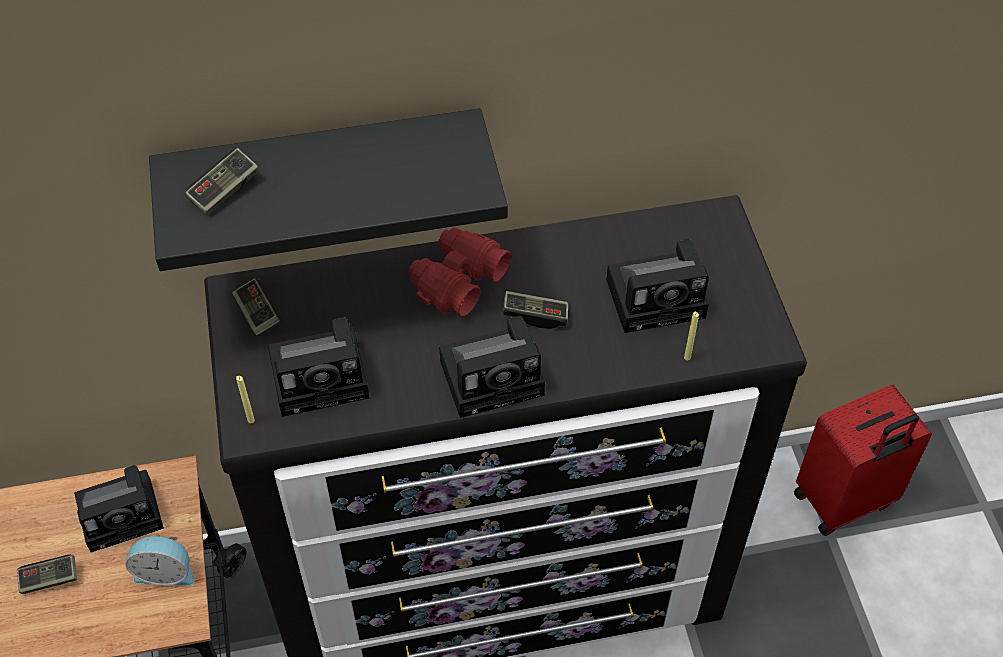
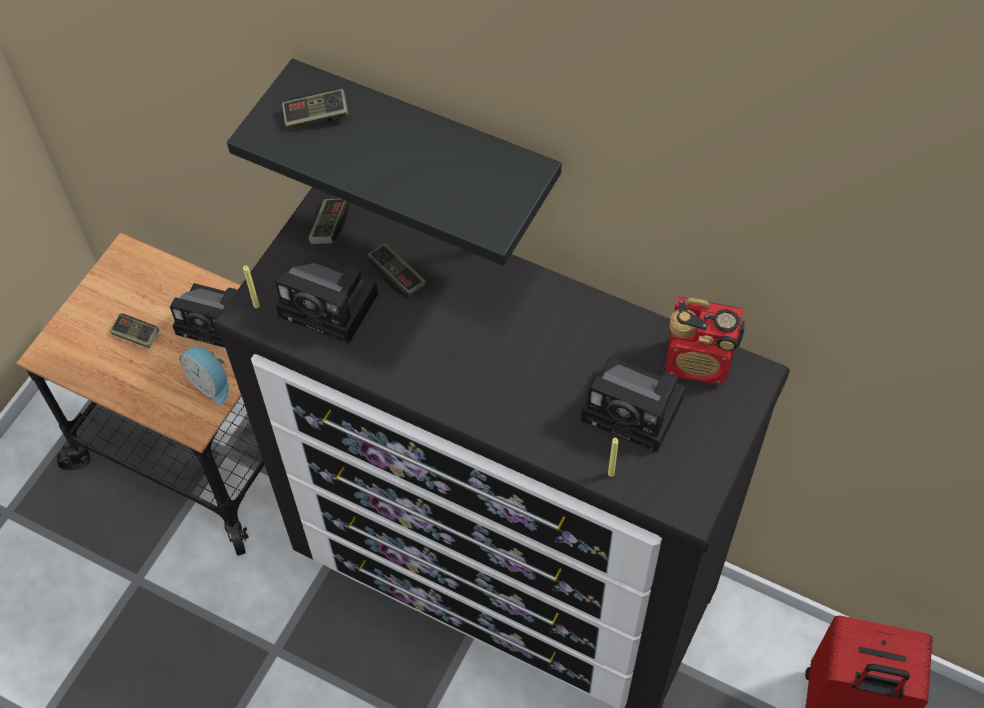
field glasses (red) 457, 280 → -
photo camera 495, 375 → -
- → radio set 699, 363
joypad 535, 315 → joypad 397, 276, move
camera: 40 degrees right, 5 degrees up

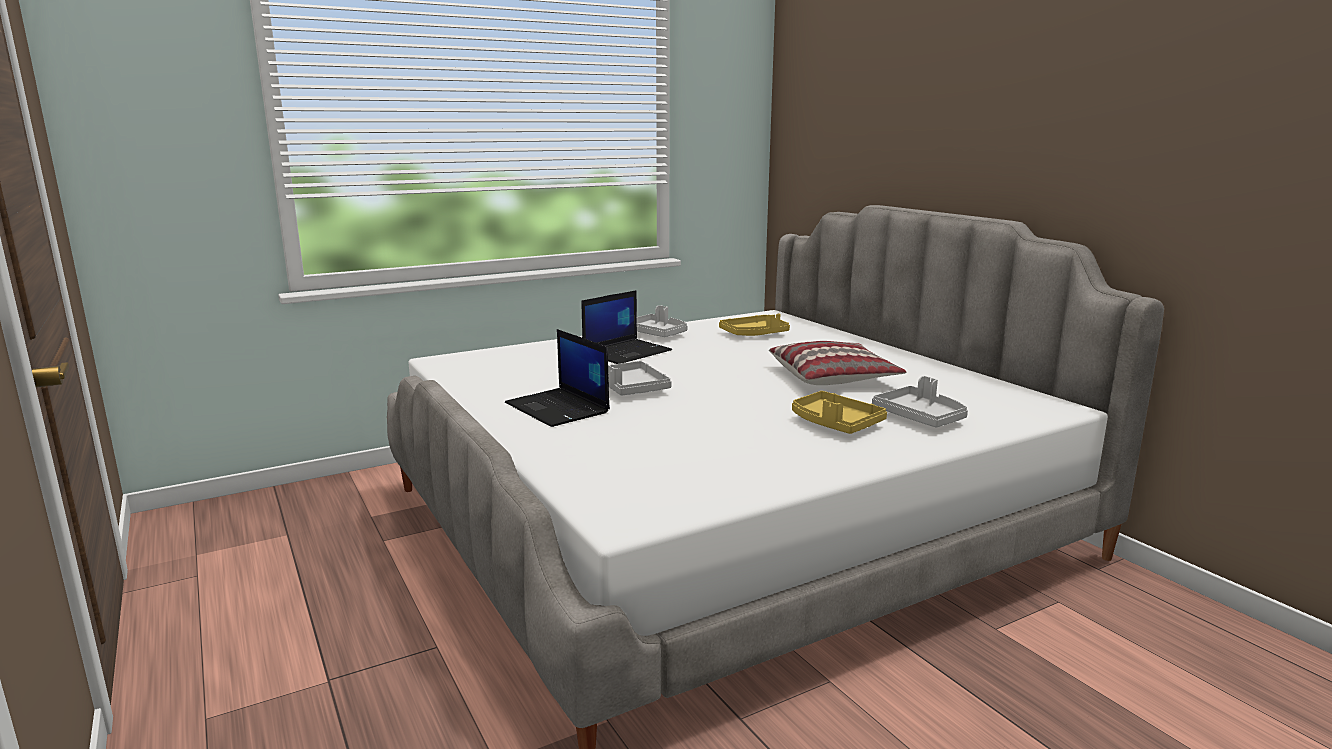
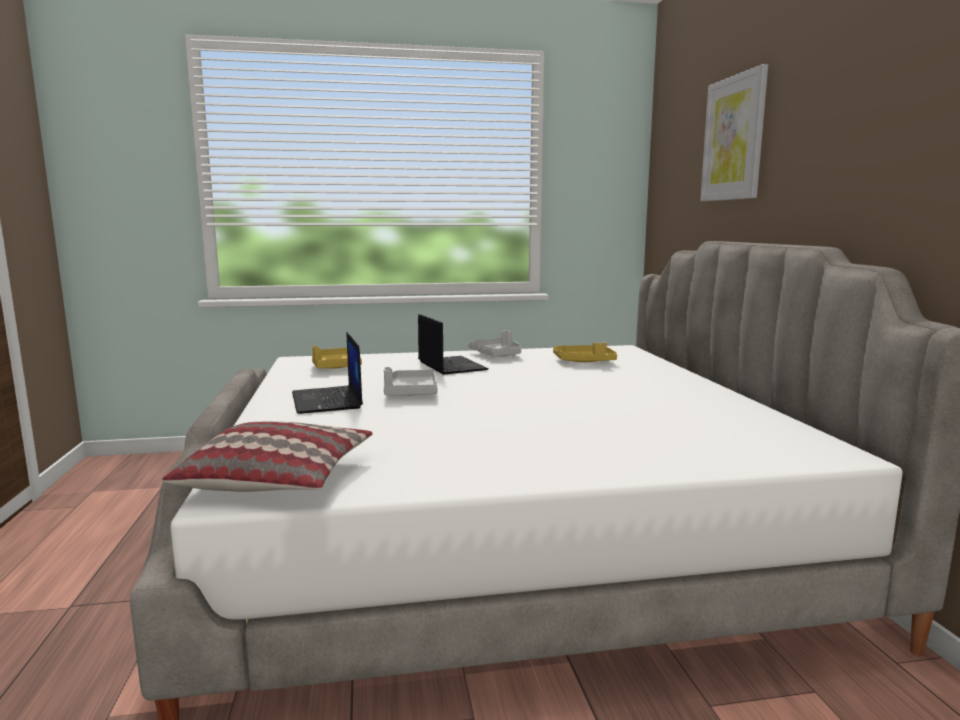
serving tray (greyish) 920, 417 → -
- → picture 734, 138
cushion 833, 377 → cushion 280, 478, move
serving tray (yellow-coloured) 835, 424 → serving tray (yellow-coloured) 334, 366, move
portable computer 627, 352 → portable computer 450, 366, 90 degrees counterclockwise
camera: 20 degrees right, 5 degrees down

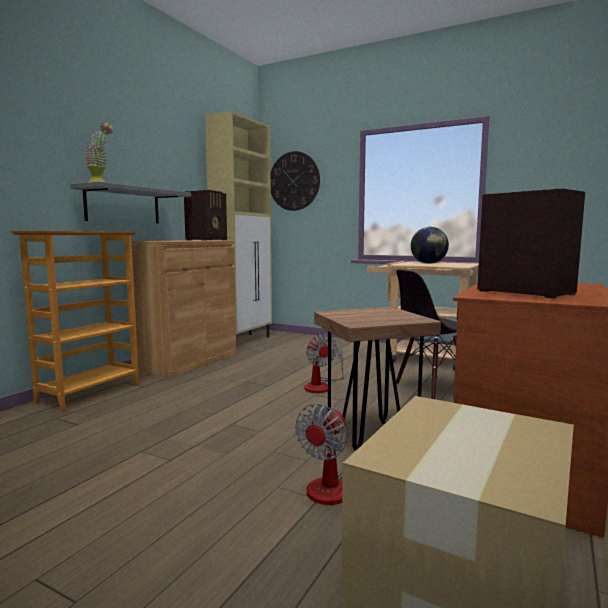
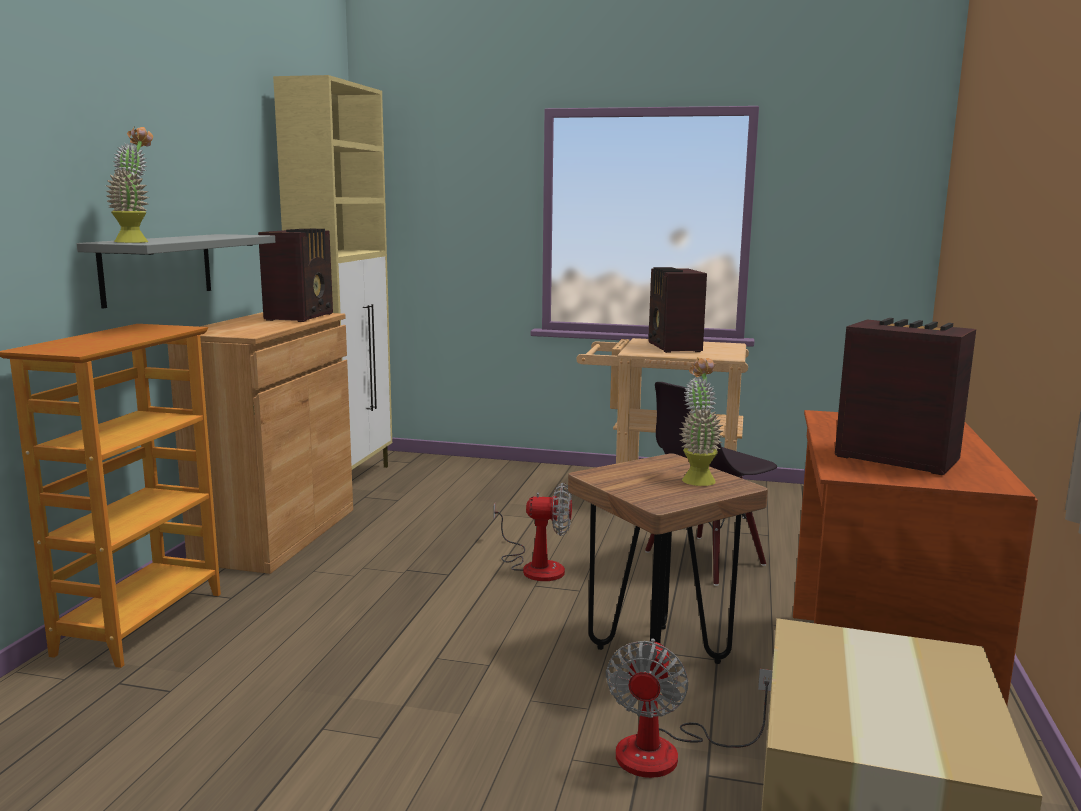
wall clock 294, 181 → -
- → potted plant 697, 478
desk globe 429, 263 → radio set 673, 347
cooling fan 321, 386 → cooling fan 535, 566, 45 degrees counterclockwise
camera: 15 degrees left, 5 degrees up

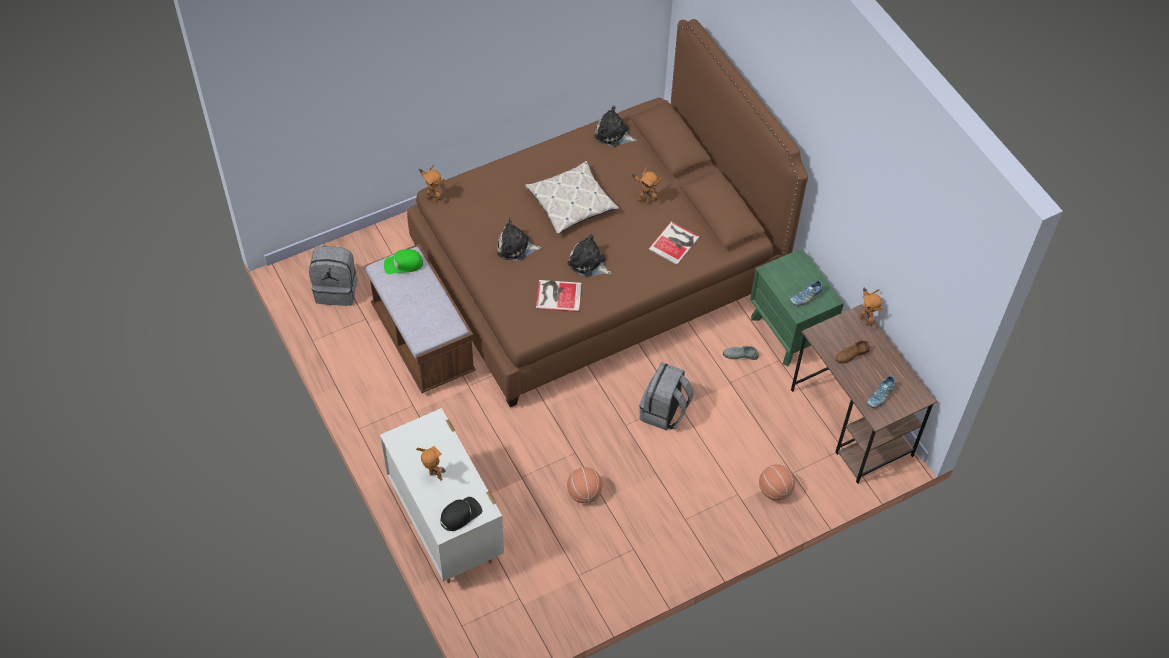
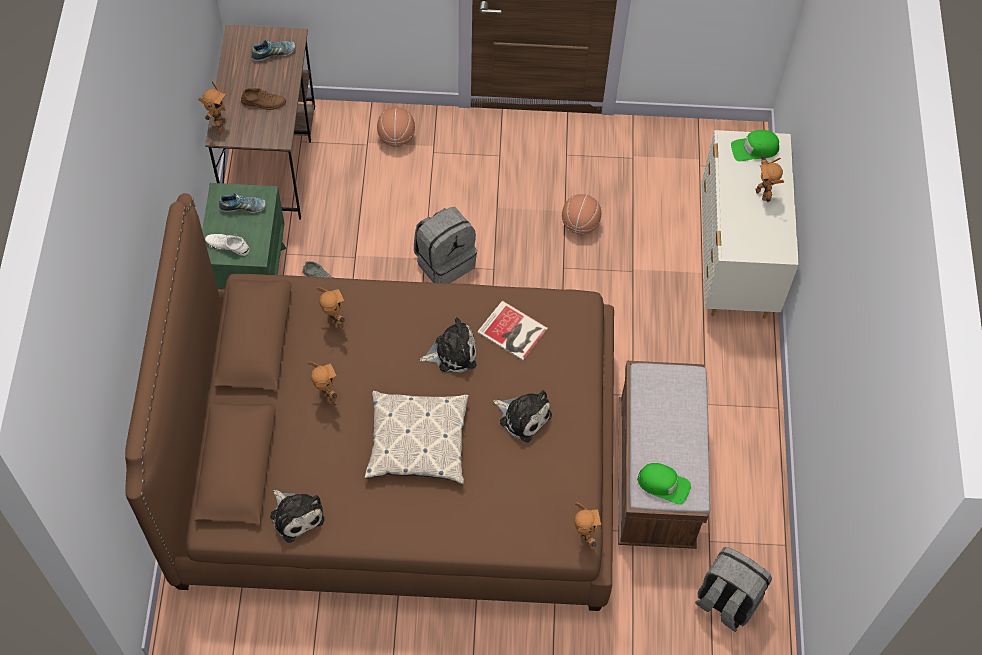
- → item of footwear (whitish) 227, 246
bound book 675, 243 → toy robot 335, 327
peaked cap (black) 460, 515 → peaked cap (greenish) 754, 149
soft toy 588, 263 → soft toy 452, 352, 75 degrees counterclockwise
camera: 150 degrees left, 5 degrees up

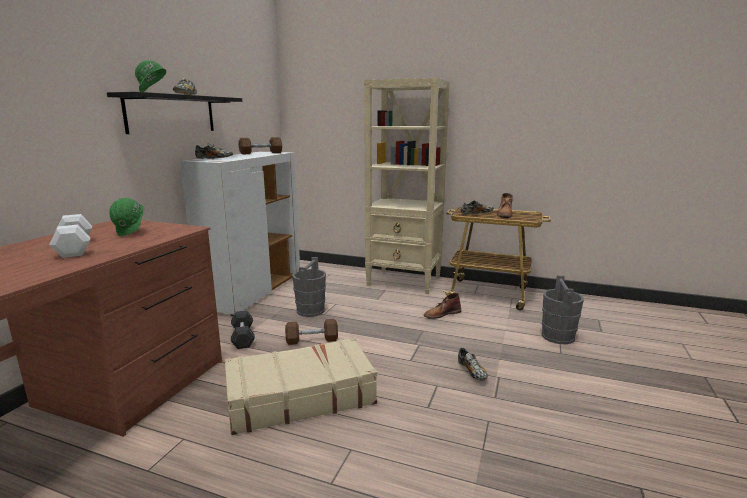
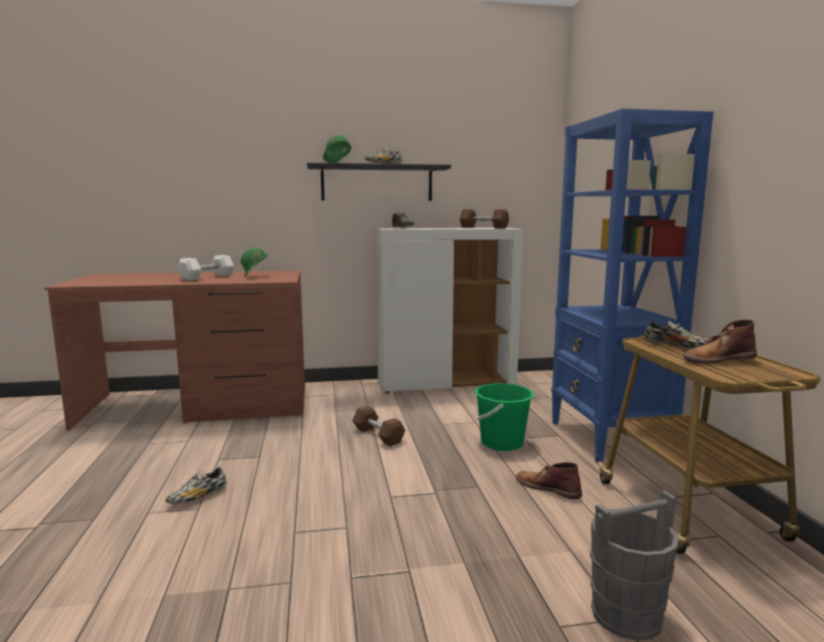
suitcase (beige-coloured) 299, 396 → -
dumbbell (greyish) 243, 337 → -
bucket (greyish) 310, 311 → -
- → bucket (greenish) 502, 443
item of footwear 472, 372 → item of footwear 198, 497, move
bookcase (beige-coloured) 404, 281 → bookcase (bluish) 609, 439
camera: 60 degrees right, 5 degrees down

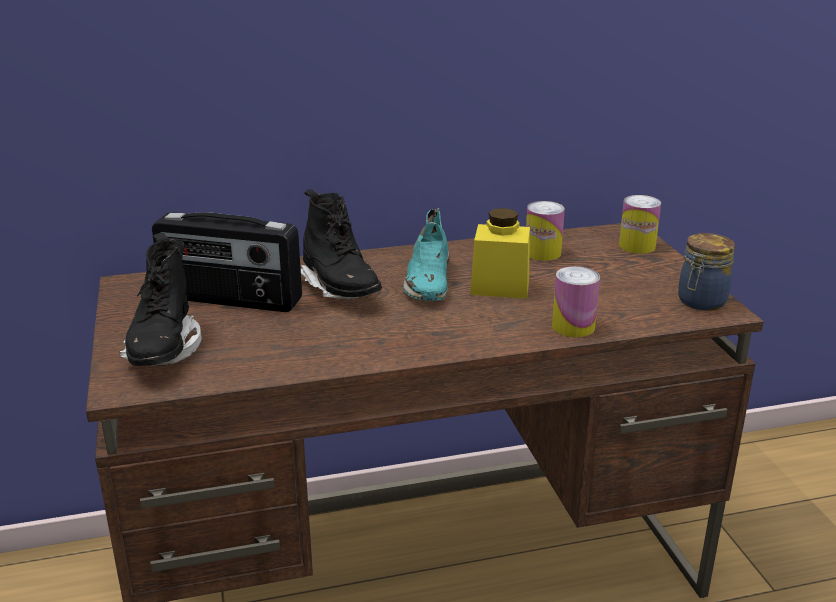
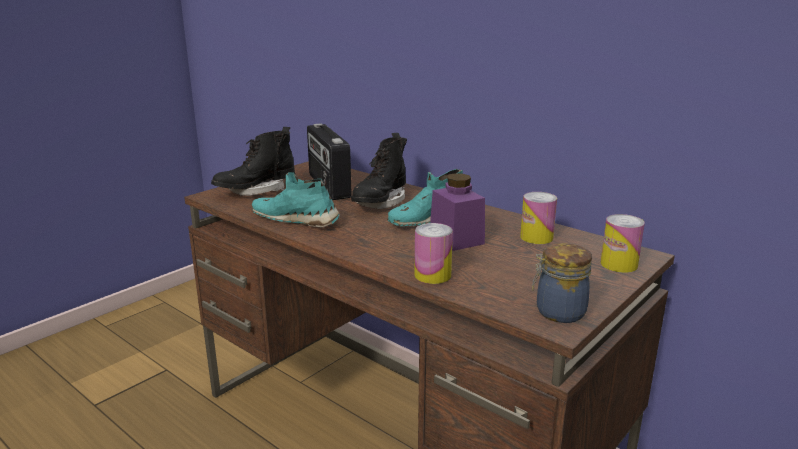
- → item of footwear (turquoise) 296, 219
preserve jar (yellow-coloured) 500, 286 → preserve jar (purple) 456, 239
camera: 55 degrees right, 5 degrees down

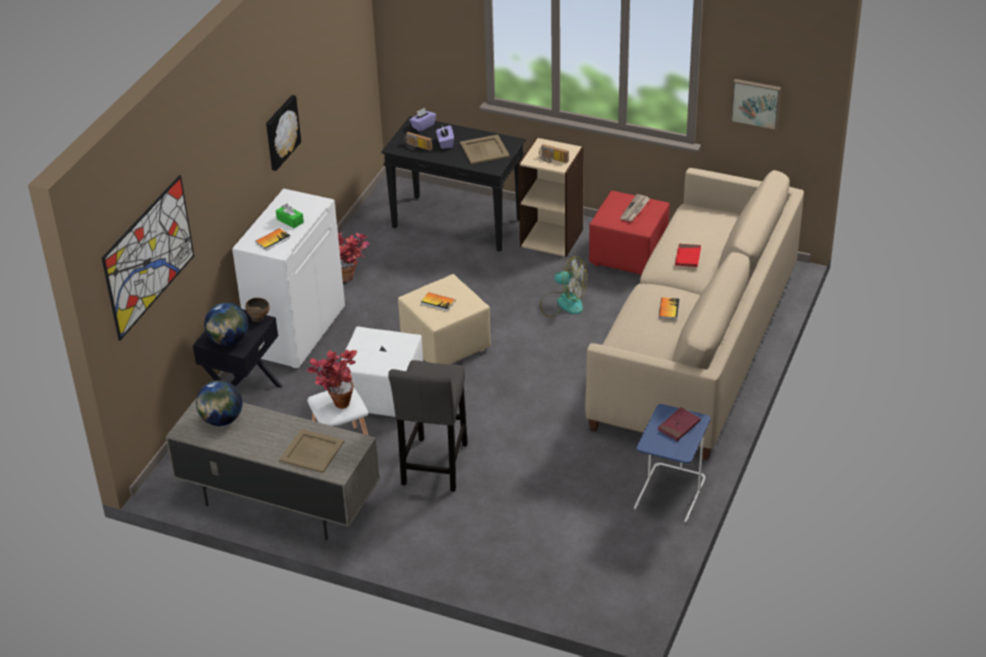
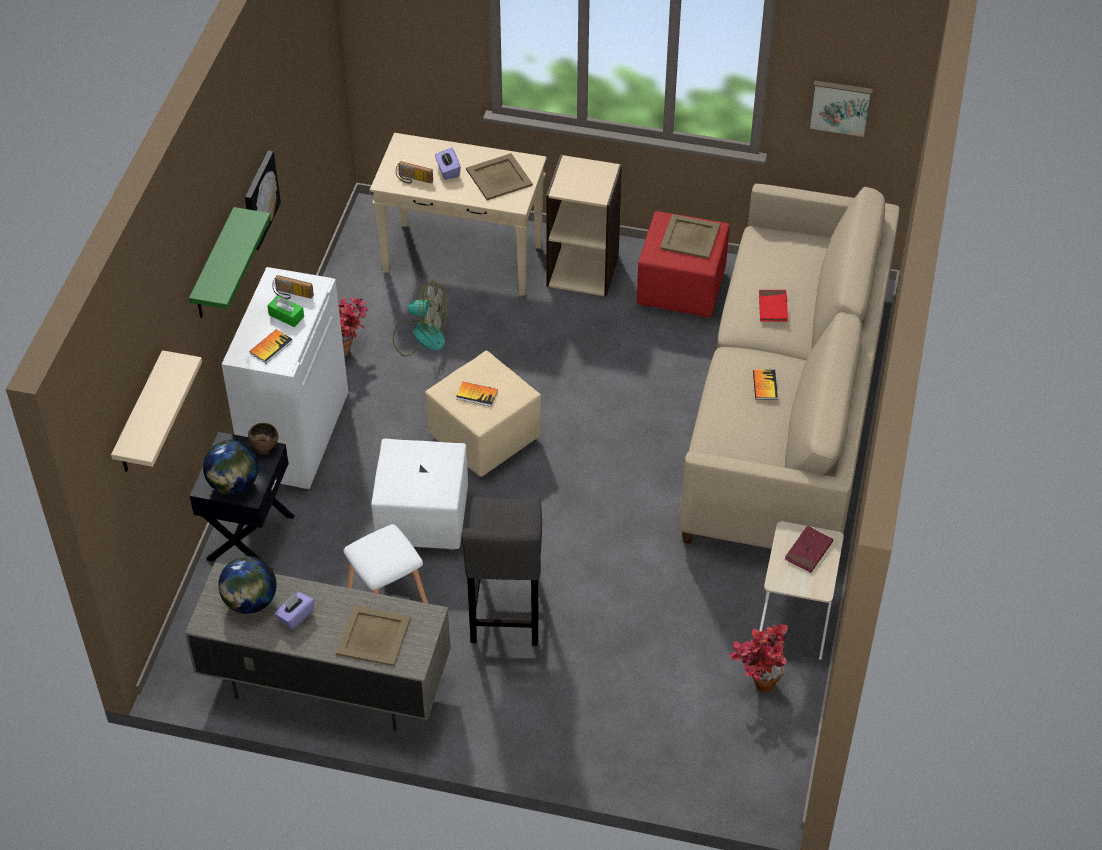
- → shelf (greenish) 214, 267
potted plant 336, 402 → potted plant 756, 683, move
box of tissues (purple) 423, 126 → box of tissues (purple) 295, 616, move
radio set 552, 160 → radio set 292, 295, move
cooling fan 563, 303 → cooling fan 420, 335, move
picture 149, 256 → shelf (beige-coloured) 140, 416
daily paper 635, 209 → serving tray (beige-coloured) 690, 237
hall table (black) 458, 223 → hall table (beige-coloured) 464, 259
end table (bluish) 671, 493 → end table (beige-coloured) 795, 620
camera: 10 degrees left, 10 degrees up

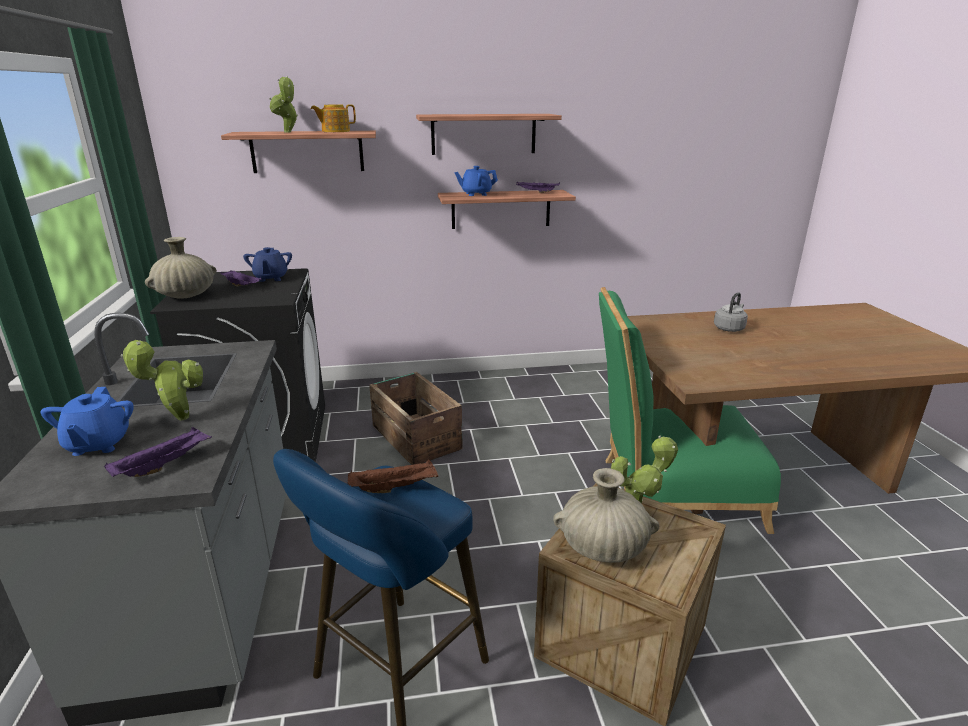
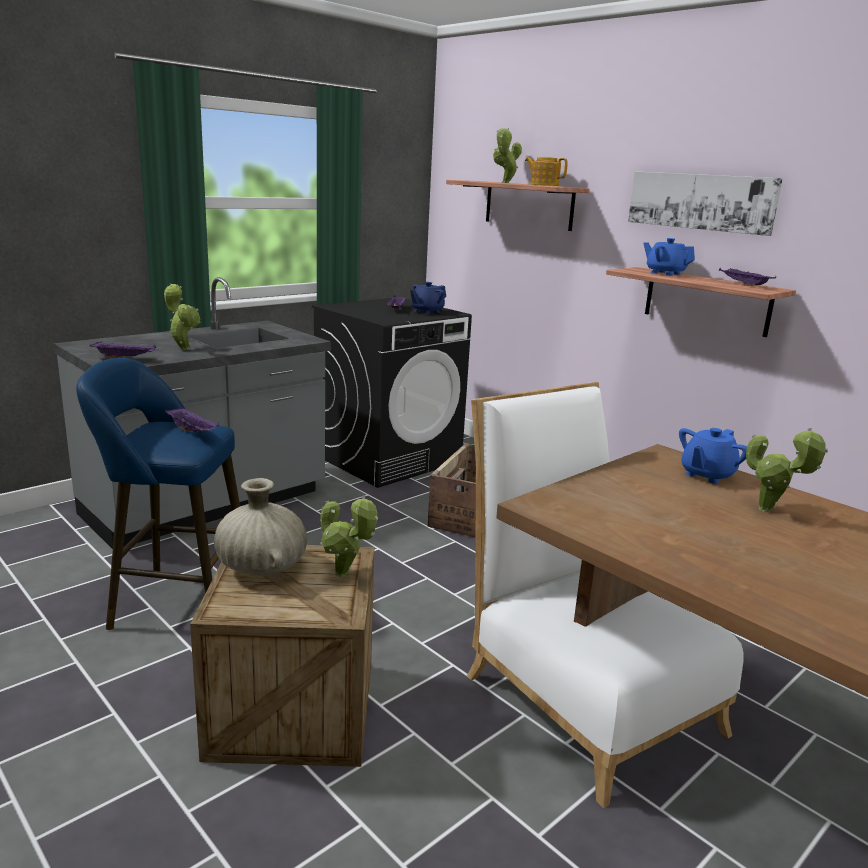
decorative vase (beige-coloured) 185, 296 → -
tea pot (bluish) 98, 444 → tea pot (bluish) 707, 475, move
shelf 483, 134 → picture 701, 201
water kettle (greyish) 729, 328 → potted plant 769, 511
serving tray (brown) 395, 487 → serving tray (purple) 193, 432
upright chair (greenish) 669, 493 → upright chair (whitish) 581, 693
camera: 55 degrees right, 5 degrees down

